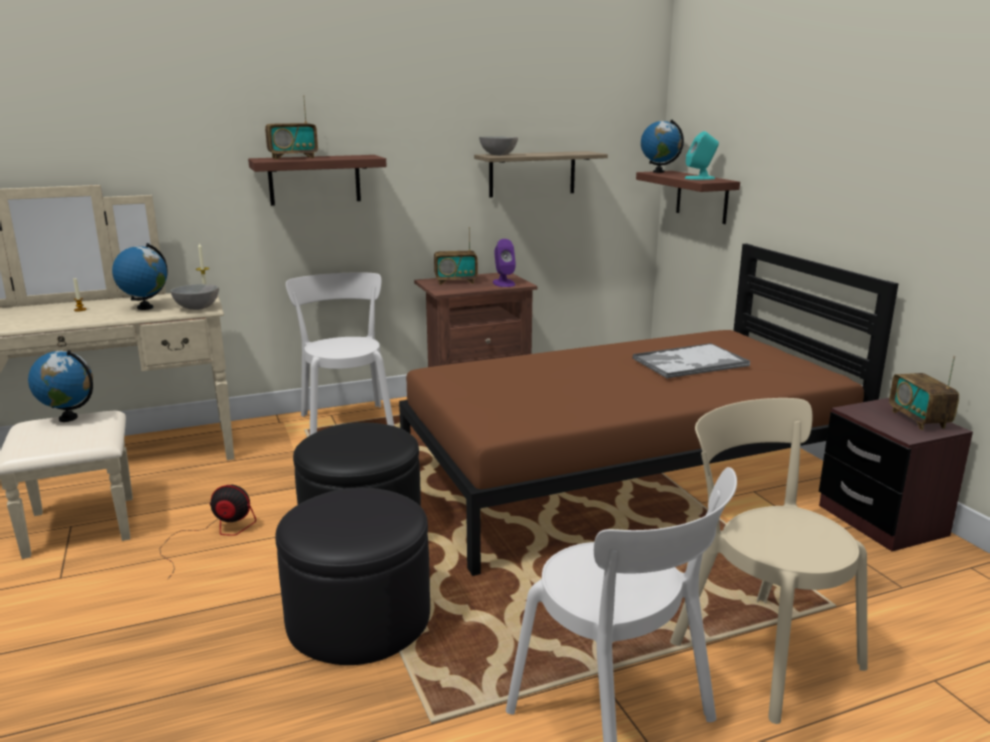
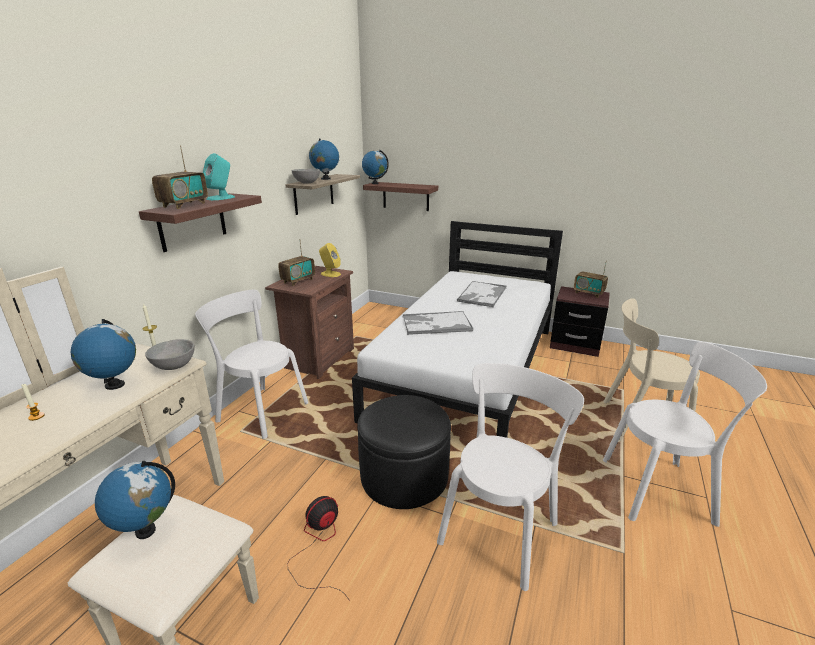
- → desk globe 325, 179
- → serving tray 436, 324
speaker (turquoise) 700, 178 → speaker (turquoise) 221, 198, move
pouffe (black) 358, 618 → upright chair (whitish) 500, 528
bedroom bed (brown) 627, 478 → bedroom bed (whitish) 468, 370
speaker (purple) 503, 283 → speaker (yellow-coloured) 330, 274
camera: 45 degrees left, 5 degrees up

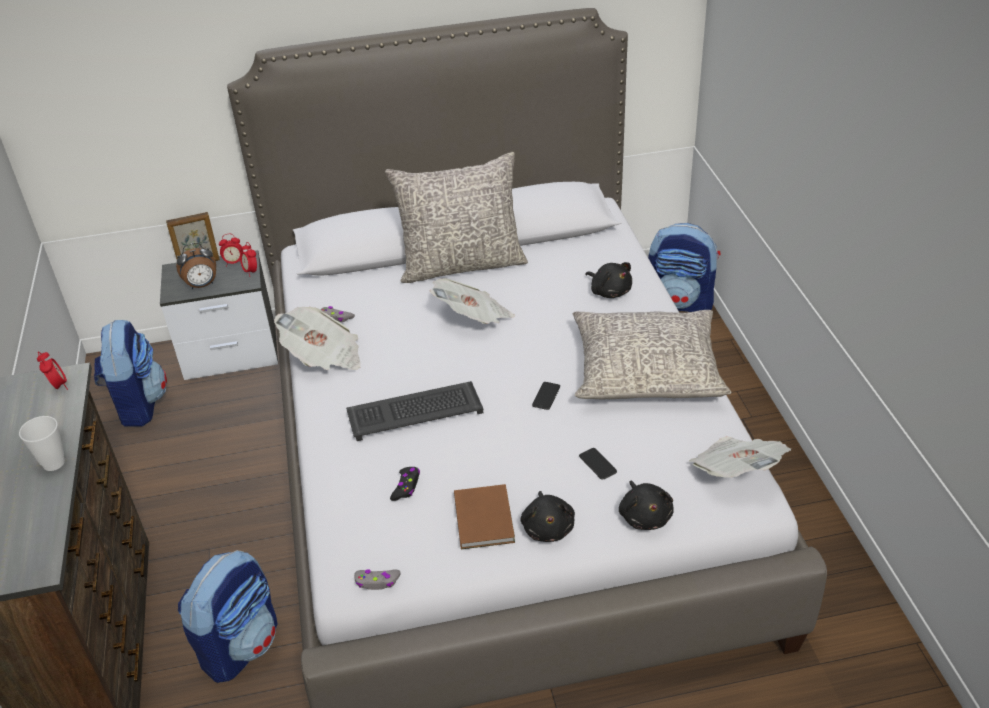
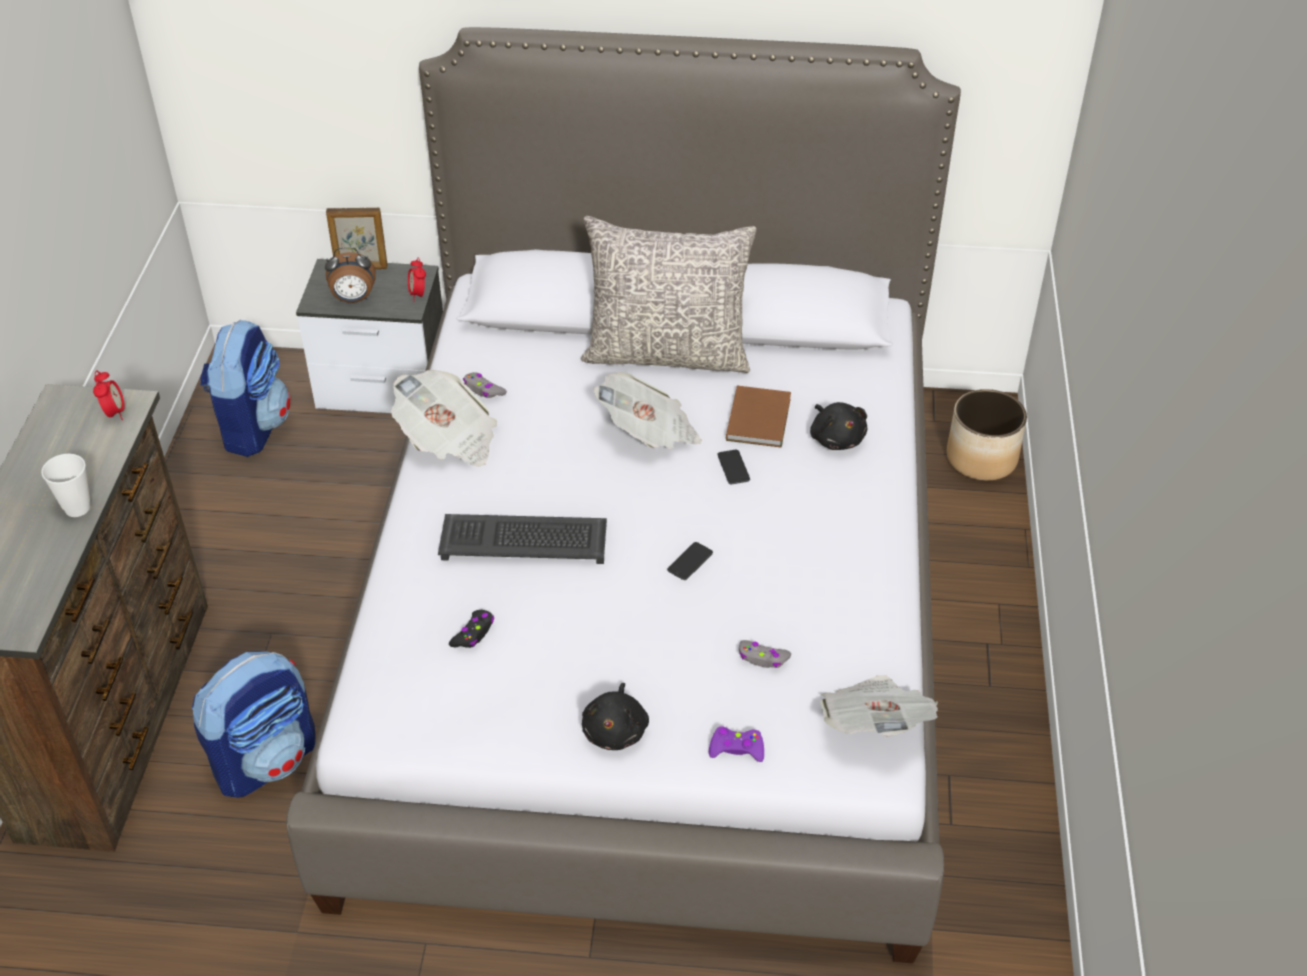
table clock 234, 263 → -
cushion (greyish) 646, 370 → -
joypad (greyish) 377, 582 → joypad (greyish) 763, 658, move
bound book (brown) 485, 517 → bound book (brown) 760, 418, move
telephone 597, 464 → telephone 733, 467, move
soft toy (black) 645, 516 → joypad (purple) 736, 749
knapsack 680, 302 → flower pot 982, 458
camera: 15 degrees right, 5 degrees up

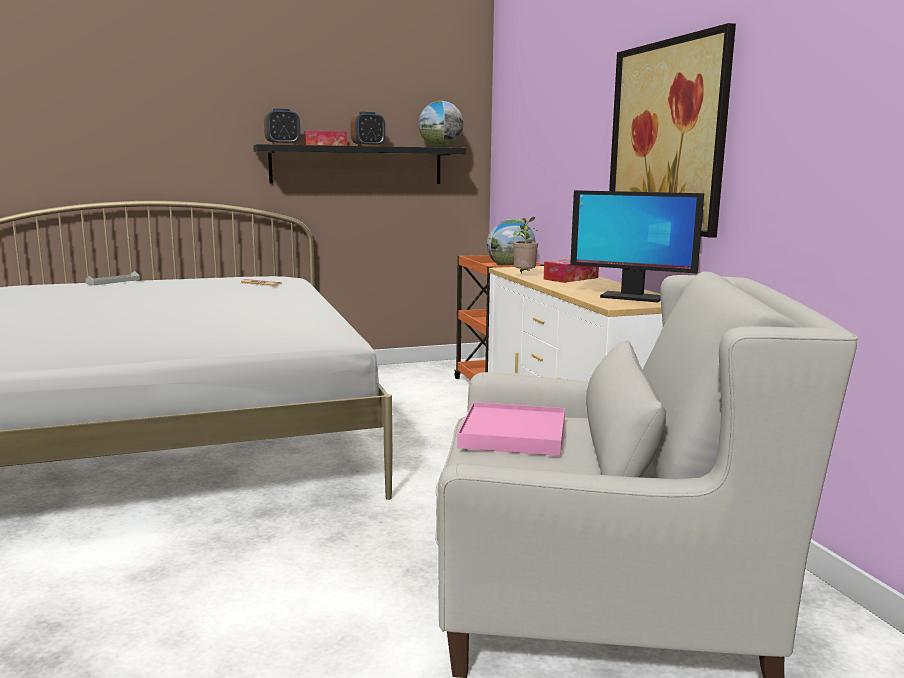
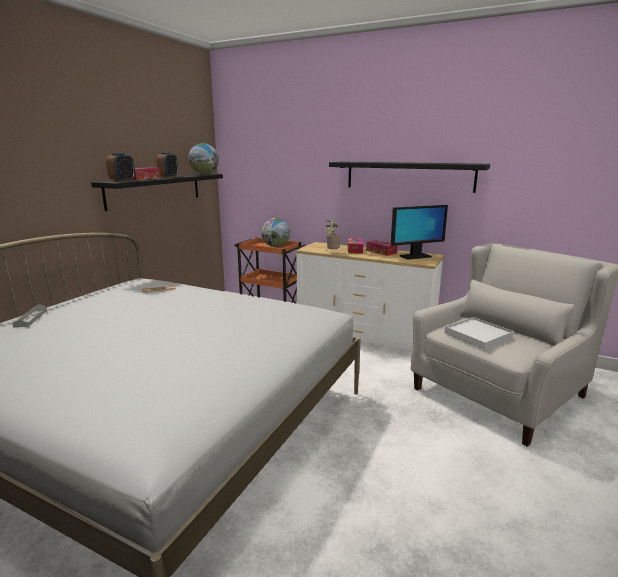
- → box of tissues 381, 252
picture 667, 137 → shelf (black) 409, 176
serving tray (pink-coloured) 513, 434 → serving tray (whitish) 477, 335
camera: 45 degrees left, 5 degrees up

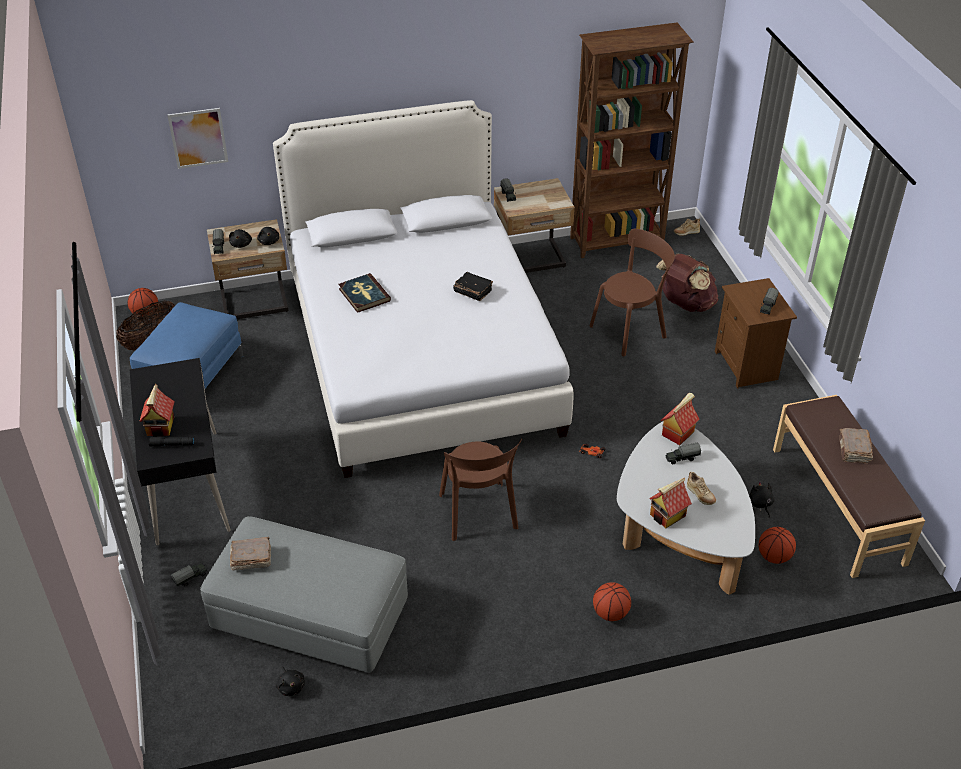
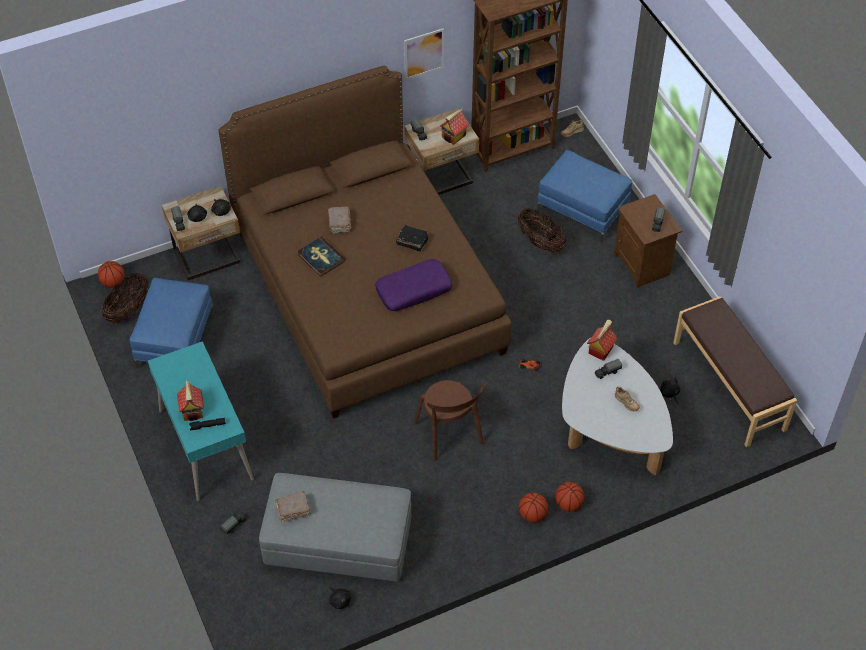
- → cushion (purple) 413, 290
picture 198, 138 → picture 424, 53, move
toy house 667, 516 → toy house 453, 136, move
basketball ball 774, 557 → basketball ball 532, 515, move
bound book (brown) 853, 451 → bound book (brown) 339, 224, move
upright chair (brown) 630, 330 → storage basket 540, 242
knapsack (brown) 685, 304 → pouffe (bluish) 582, 210
desk table (black) 187, 487 → desk table (turquoise) 205, 445
bedroom bed (whitish) 421, 354 → bedroom bed (brown) 367, 290
camera: 10 degrees left, 10 degrees up

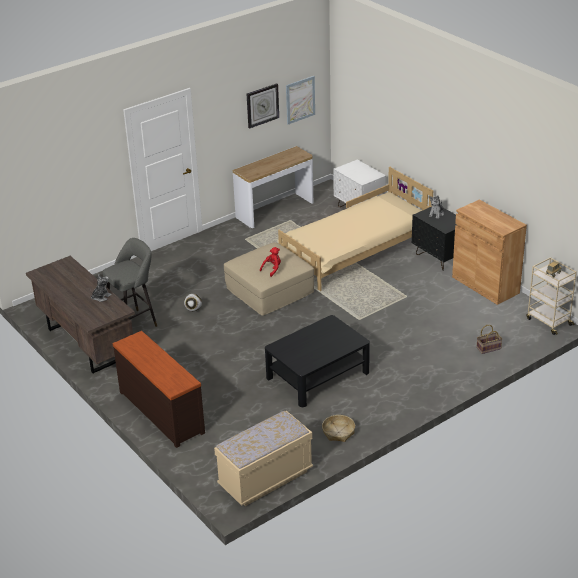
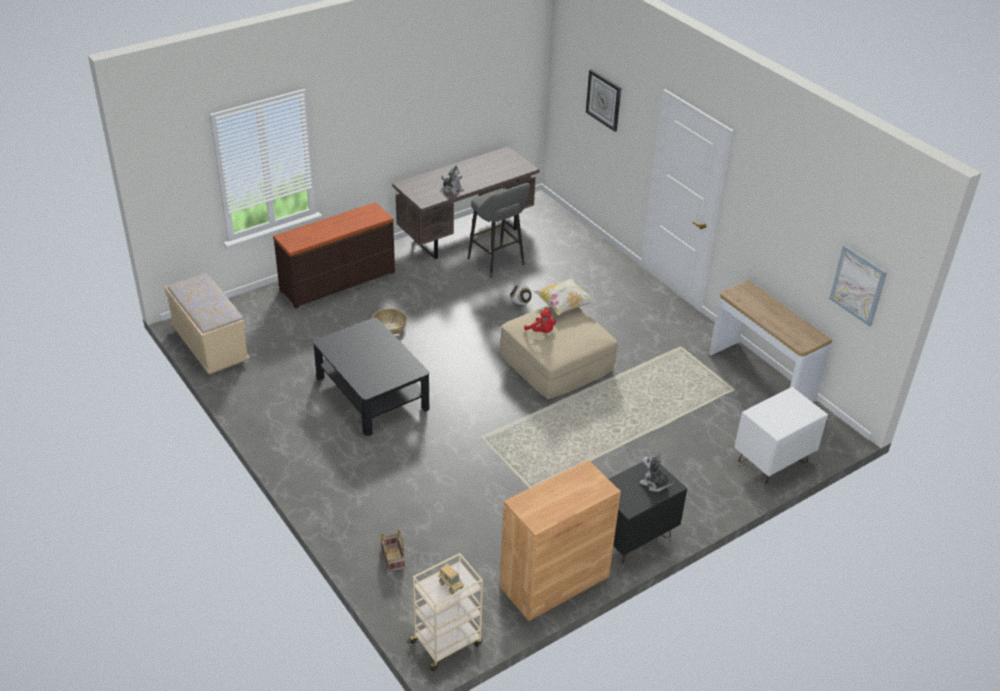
bedroom bed (beige-coloured) 356, 252 → -
- → cushion 564, 305
wall clock 262, 105 → wall clock 604, 100, move
storage basket 338, 432 → storage basket 389, 326, move
camera: 90 degrees right, 5 degrees up

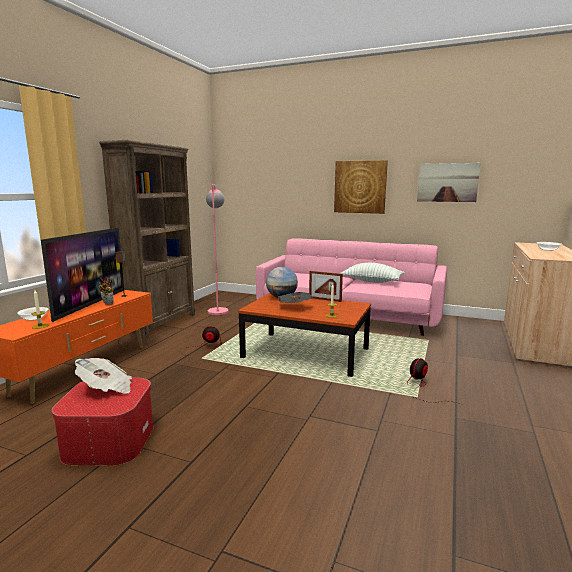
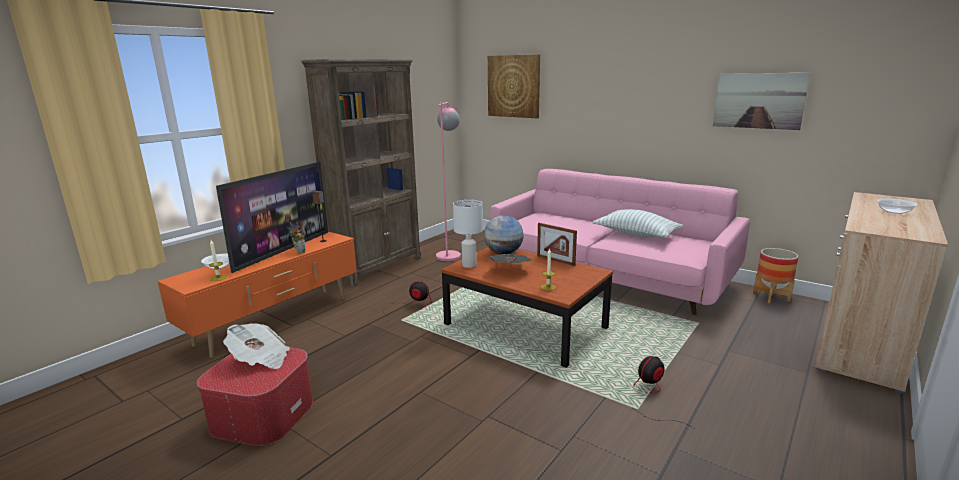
- → table lamp (whitish) 469, 265
- → flower pot 771, 297
picture 360, 187 → picture 514, 86, move
camera: 15 degrees right, 5 degrees up

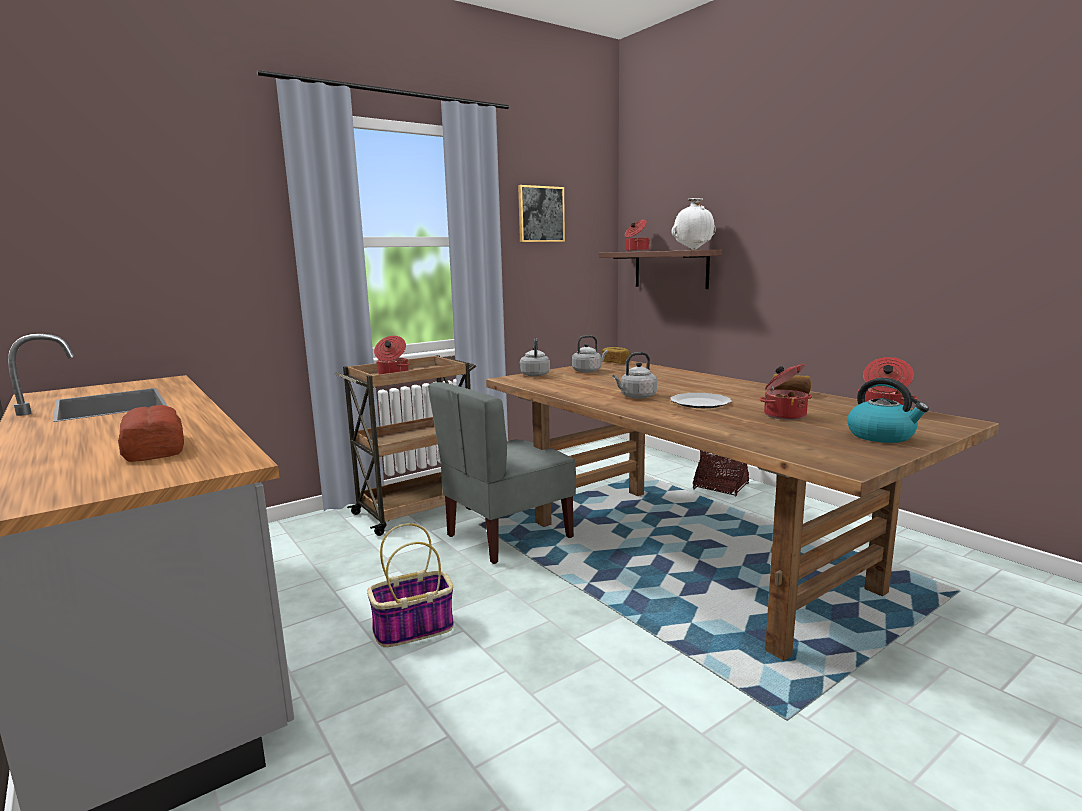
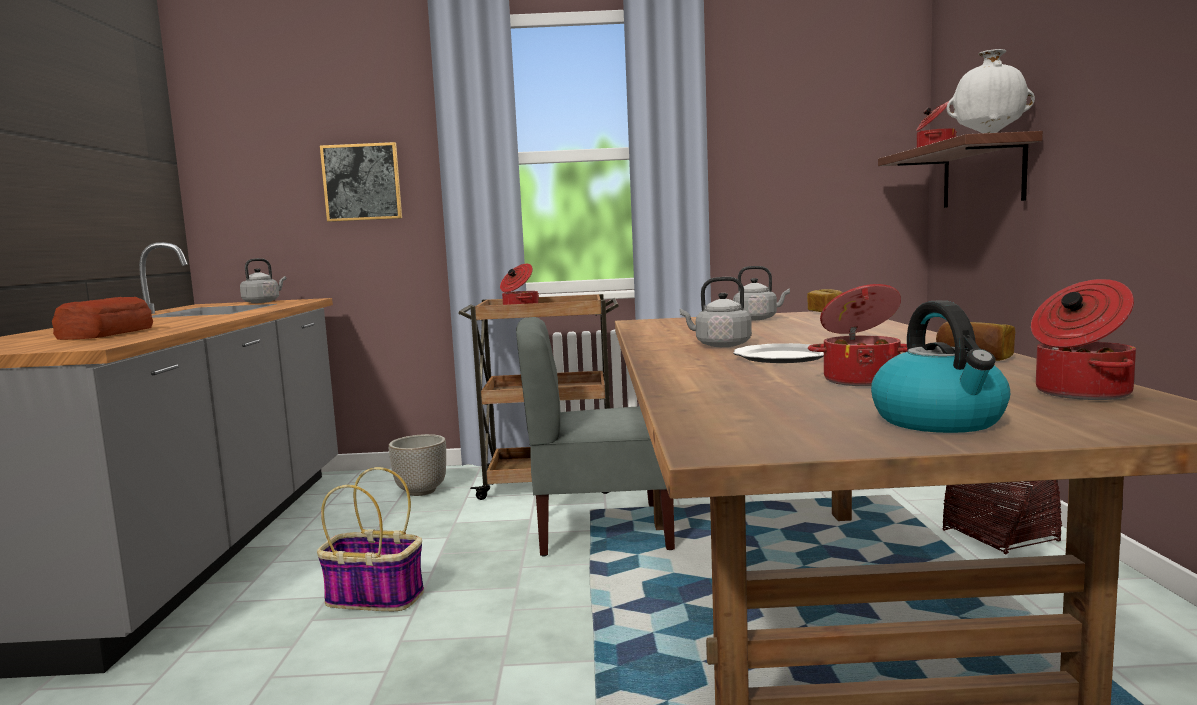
- → flower pot 421, 491
picture 541, 214 → picture 362, 182, move
water kettle (greyish) 535, 374 → water kettle (greyish) 263, 302, move
camera: 35 degrees right, 5 degrees down

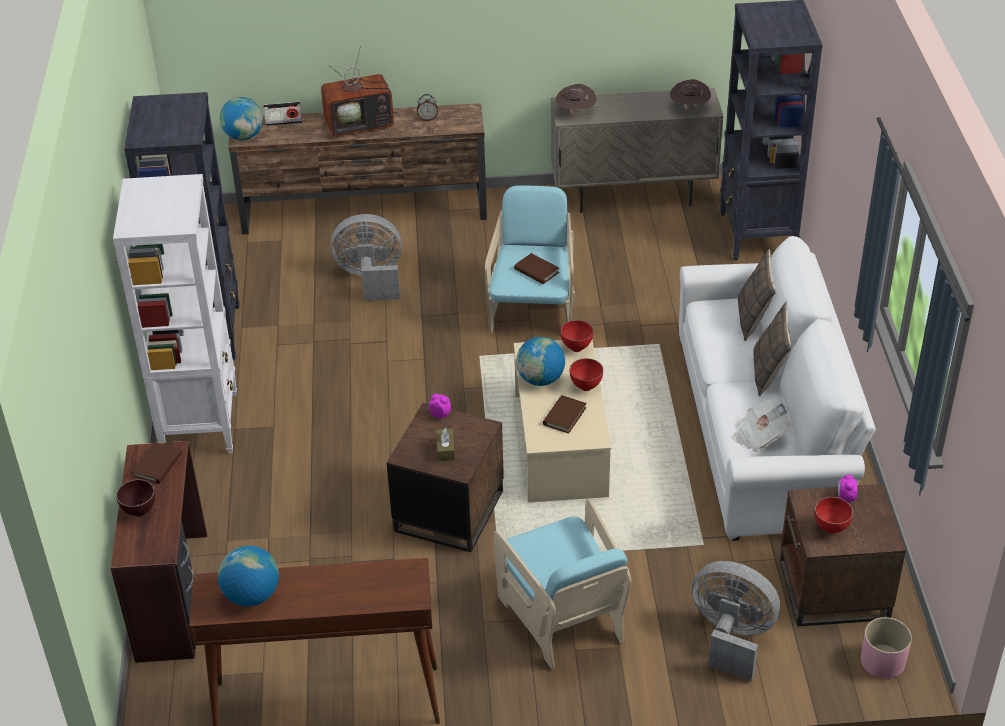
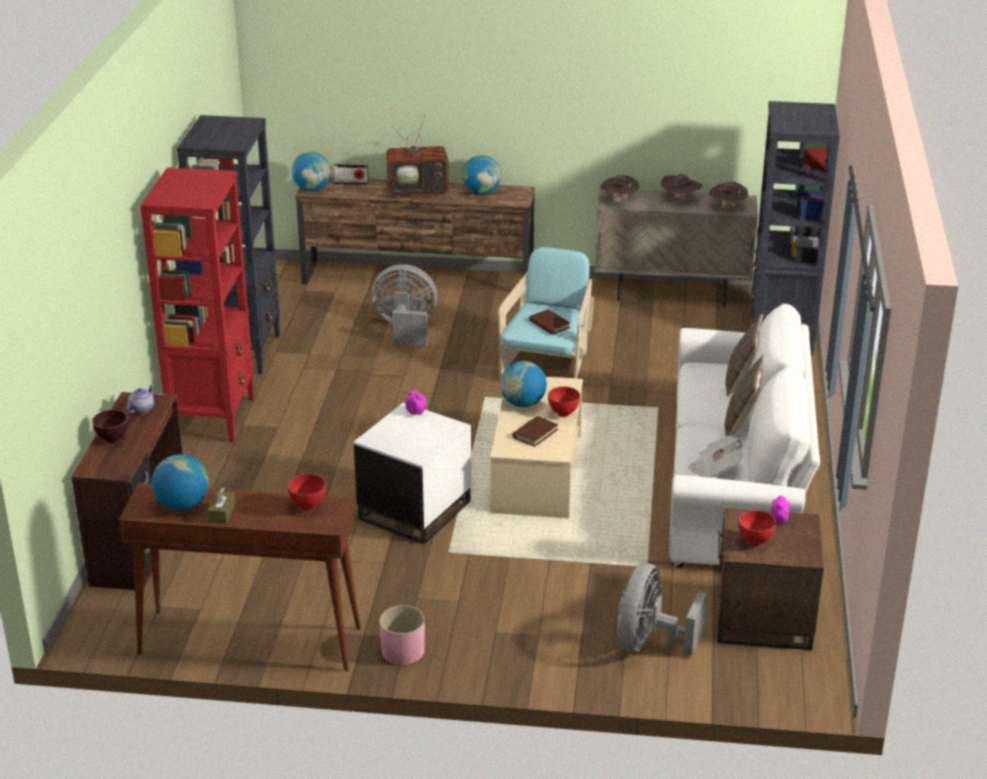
lounge chair (turquoise) 563, 617 → -
- → wearable hat (brown) 680, 200
box of tissues (brown) 445, 449 → box of tissues (brown) 222, 513, move
bowl (red) 577, 349 → bowl (red) 308, 507, move
flower pot (pink-coloured) 883, 661 → flower pot (pink-coloured) 403, 651, move
bound book (brown) 157, 465 → tea pot 142, 409
table clock 427, 118 → desk globe 481, 192
bookcase (whitish) 200, 423 → bookcase (red) 213, 417
end table (brown) 448, 511 → end table (whitish) 414, 510
cooling fan (greyish) 731, 637 → cooling fan (greyish) 649, 642, 105 degrees counterclockwise
camera: 10 degrees right, 10 degrees down

